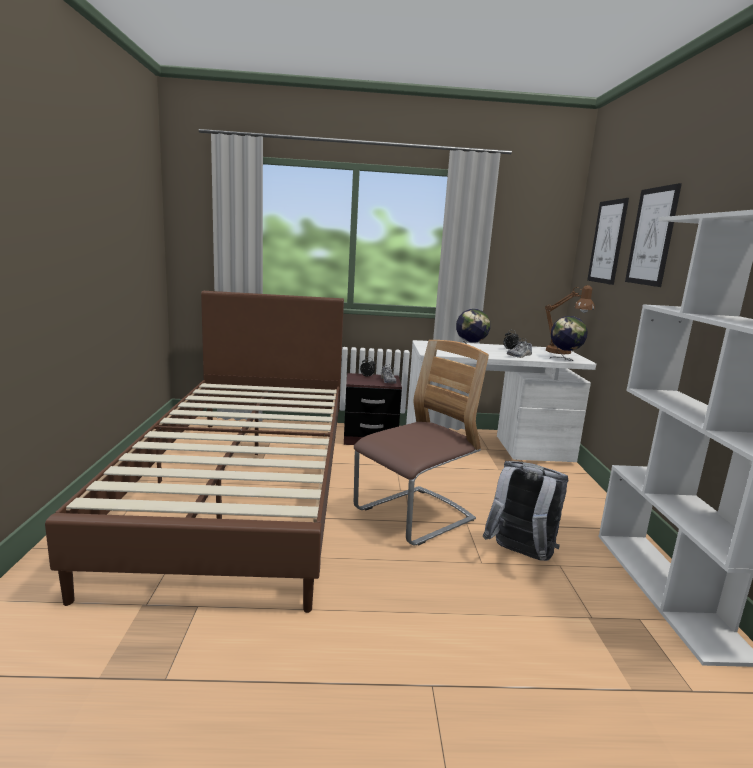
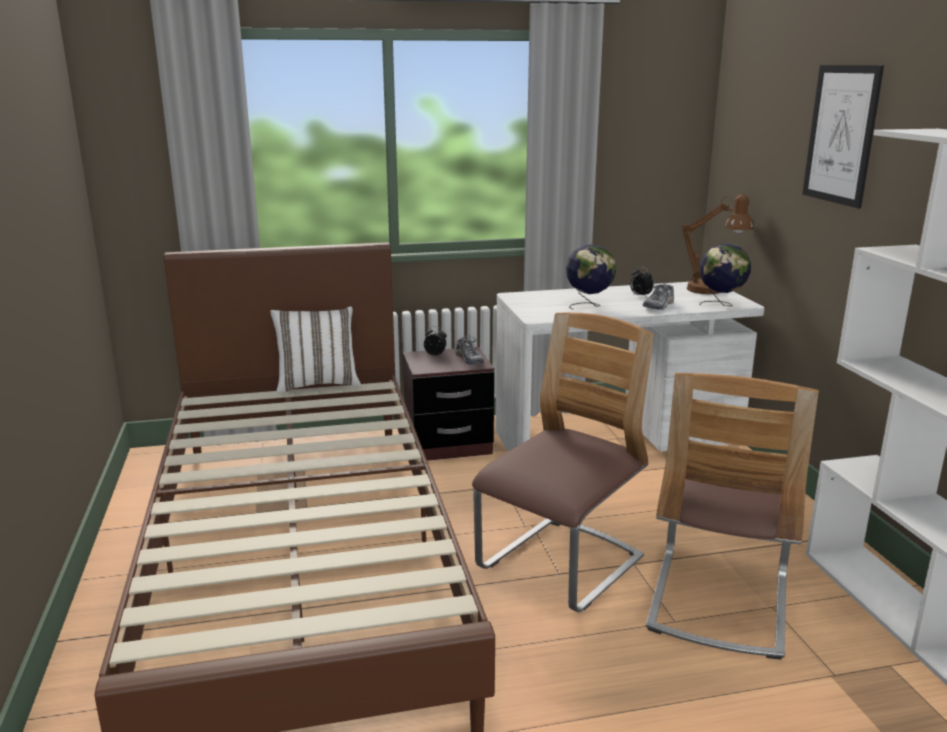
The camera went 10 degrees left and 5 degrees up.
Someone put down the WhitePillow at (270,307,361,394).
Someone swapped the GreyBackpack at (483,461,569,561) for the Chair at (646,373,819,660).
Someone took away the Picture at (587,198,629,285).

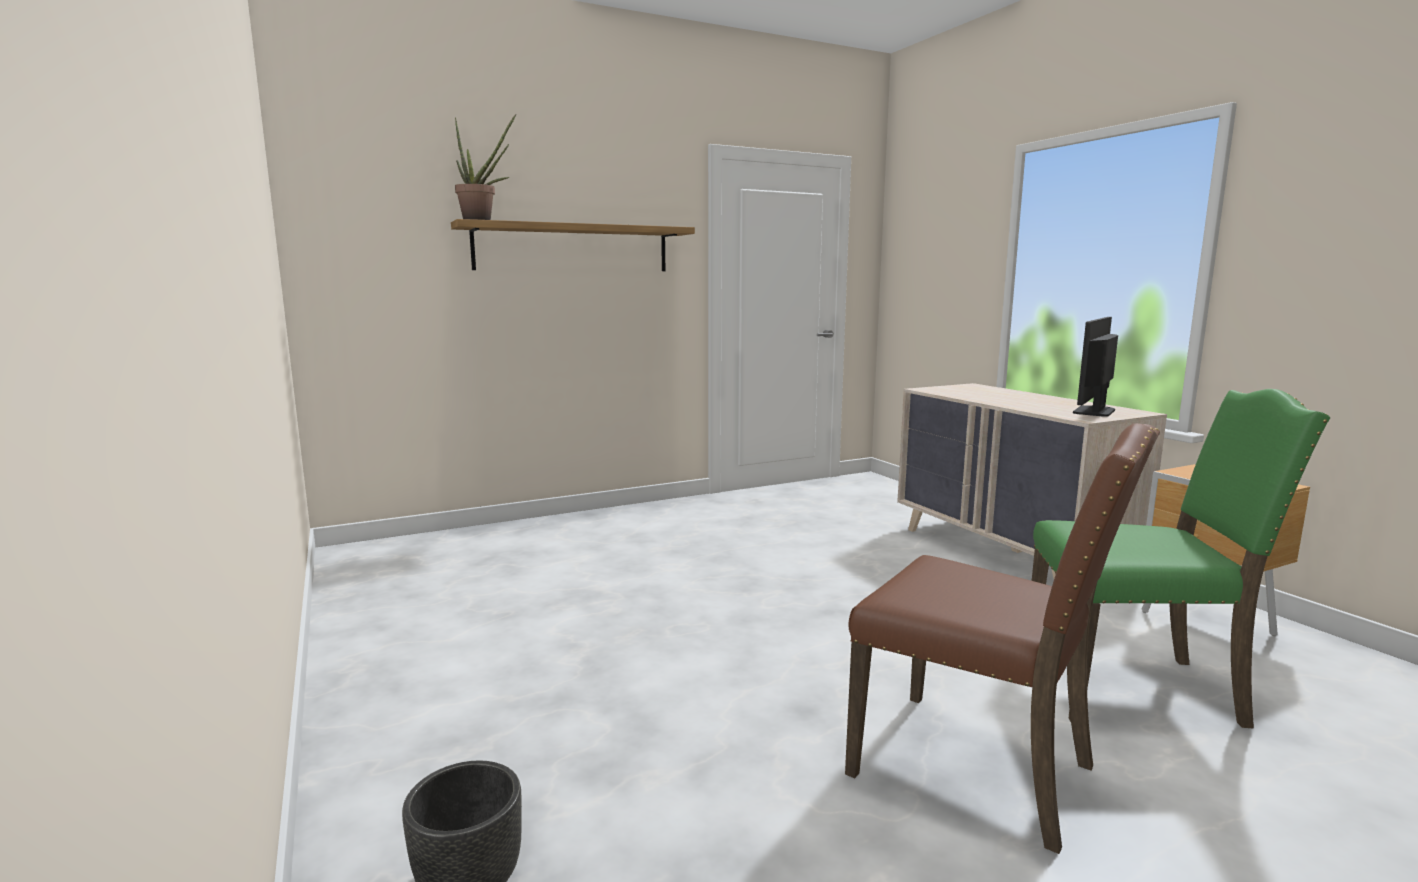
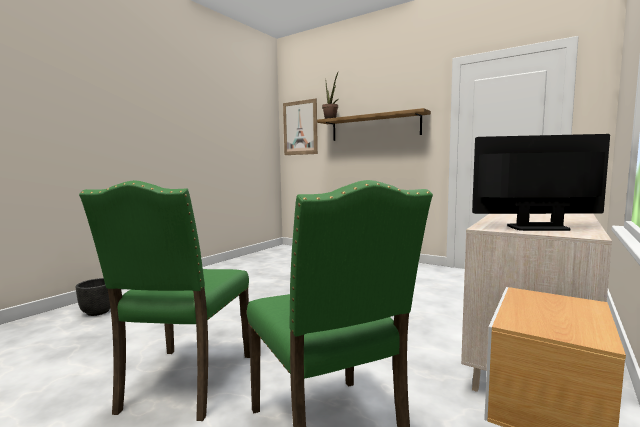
The camera went 60 degrees right and 5 degrees down.
Someone repainted the BrownChair at (845,423,1160,854), which became the GreenChair at (79,180,250,421).
Someone put up the Picture at (283,99,318,155).

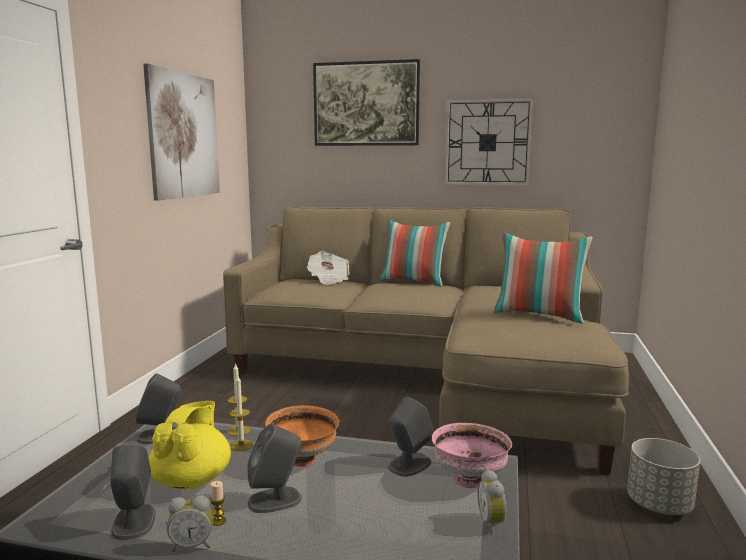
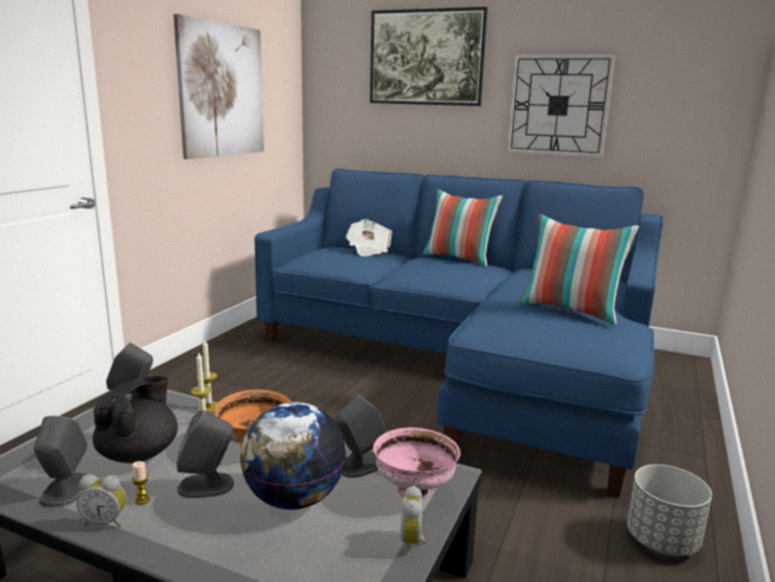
The camera went 10 degrees right and 5 degrees up.
Someone repainted the YellowTeapot at (149,401,231,489), which became the BlackTeapot at (93,376,178,463).
Someone put down the Globe at (240,402,346,510).
Someone repainted the BeigeSofa at (223,206,629,475), which became the BlueSofa at (255,168,663,498).

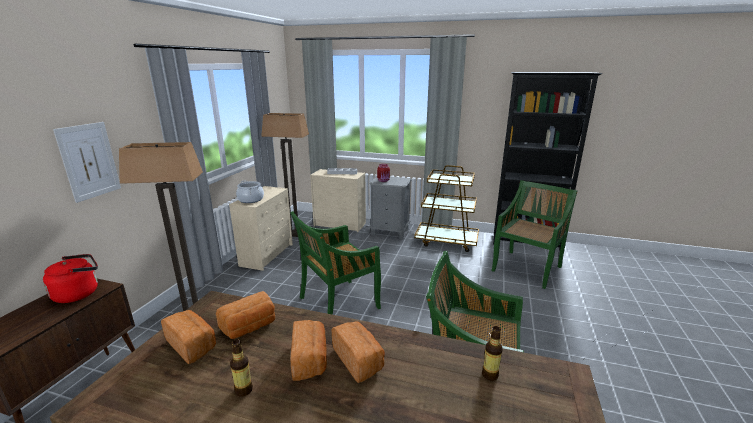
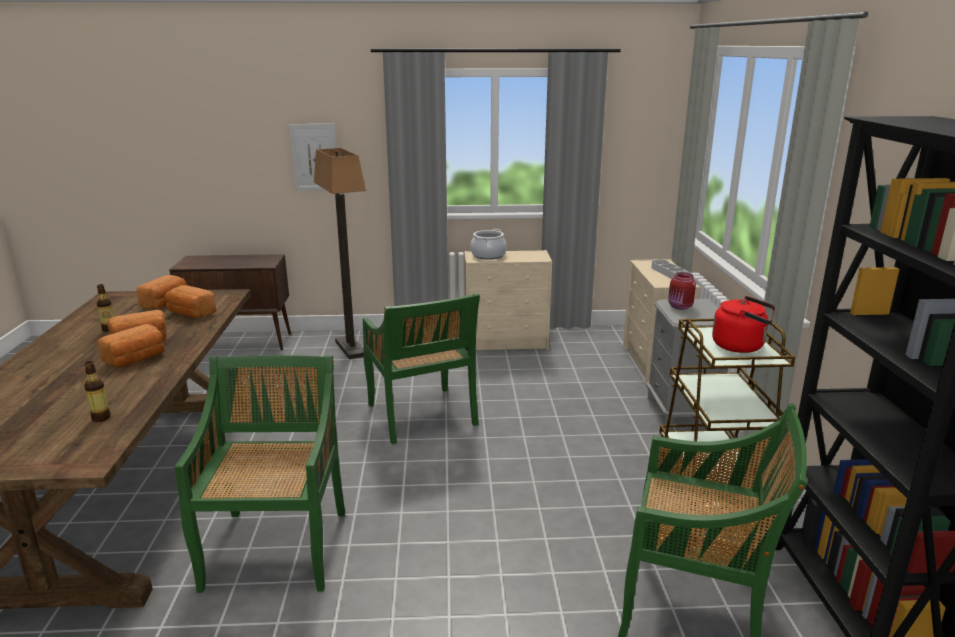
The camera went 70 degrees right and 0 degrees up.
Someone rotated the GreenChair at (290,211,381,315) by 150 degrees counterclockwise.
Someone carried the RedKettle from (43,254,98,303) to (712,296,775,353).
Someone took away the FloorLamp at (261,113,309,237).

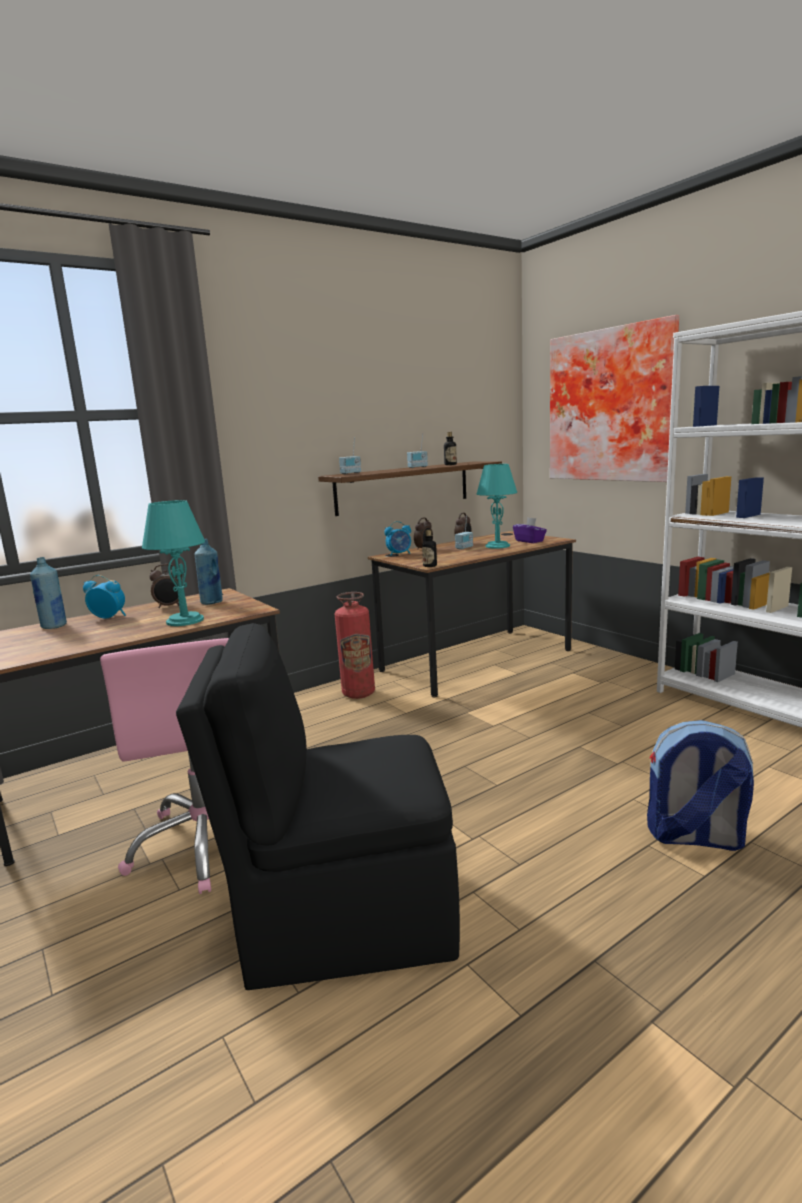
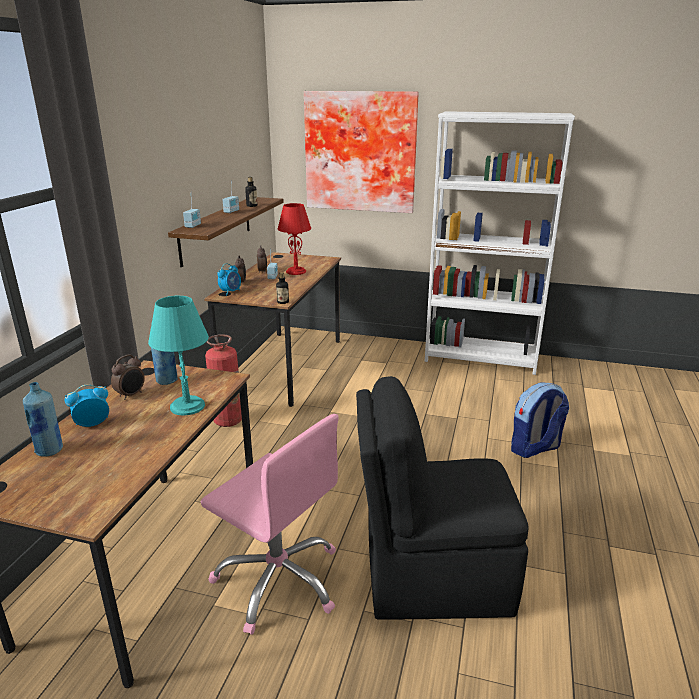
The camera went 40 degrees left and 10 degrees up.
Someone repainted the TurquoiseTableLamp at (477,464,517,548), which became the RedTableLamp at (278,203,311,275).
Someone rotated the BlackChair at (176,623,460,990) by 45 degrees clockwise.
Someone took away the PurpleTissueBox at (513,518,547,543).

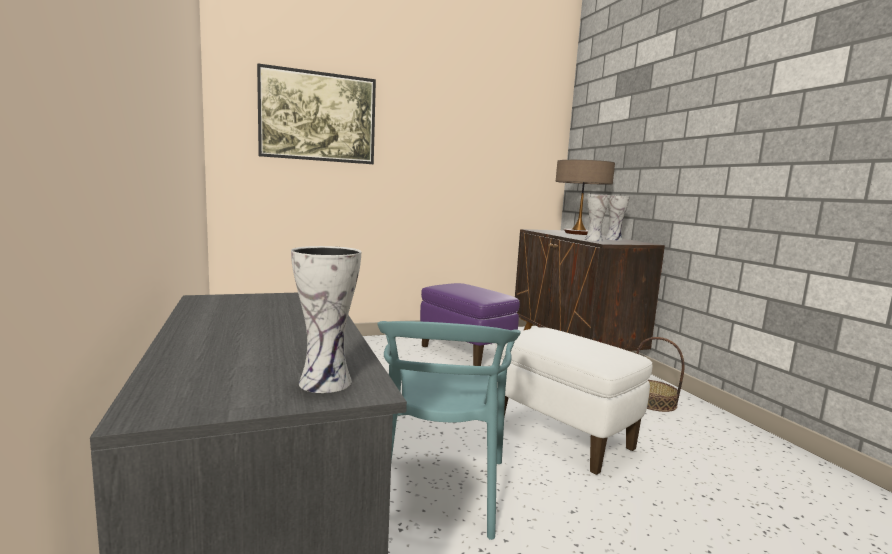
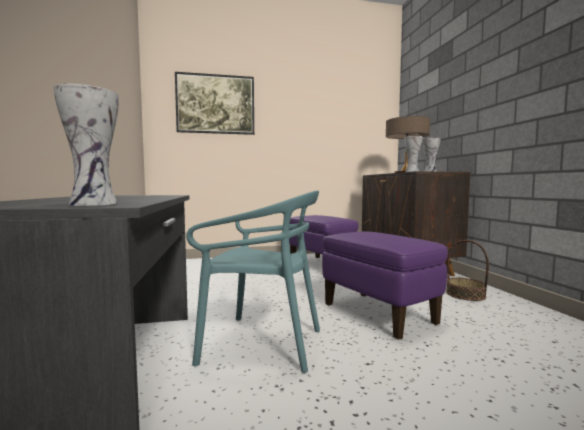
The camera went 10 degrees right and 5 degrees down.
Someone rotated the TurquoiseChair at (377,321,521,540) by 90 degrees counterclockwise.
Someone repainted the WhiteOttoman at (495,327,653,475), which became the PurpleOttoman at (322,231,448,340).

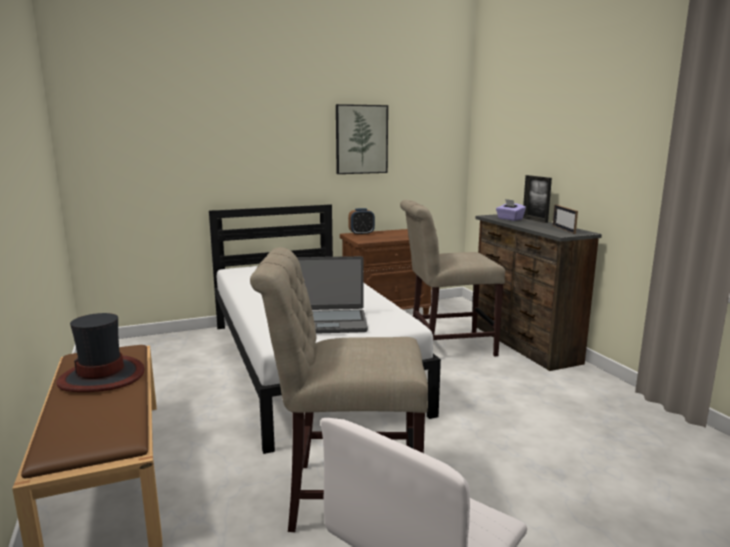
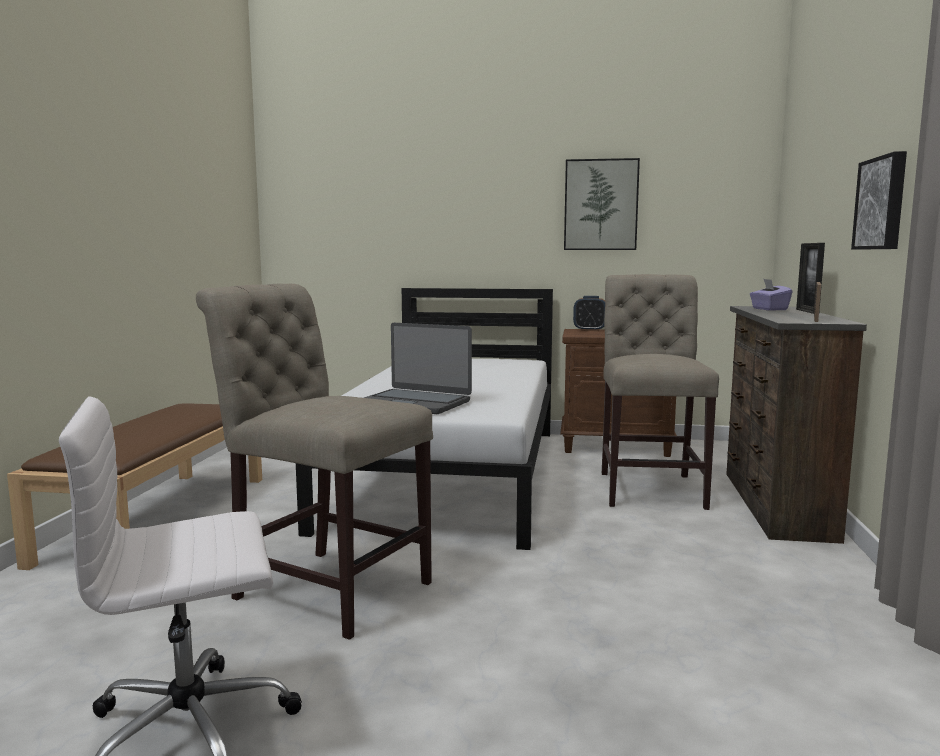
The camera went 30 degrees right and 5 degrees down.
Someone rotated the BeigeChair at (400,200,505,356) by 75 degrees clockwise.
Someone put up the Picture at (851,151,907,249).
Someone took away the Hat at (56,313,145,392).

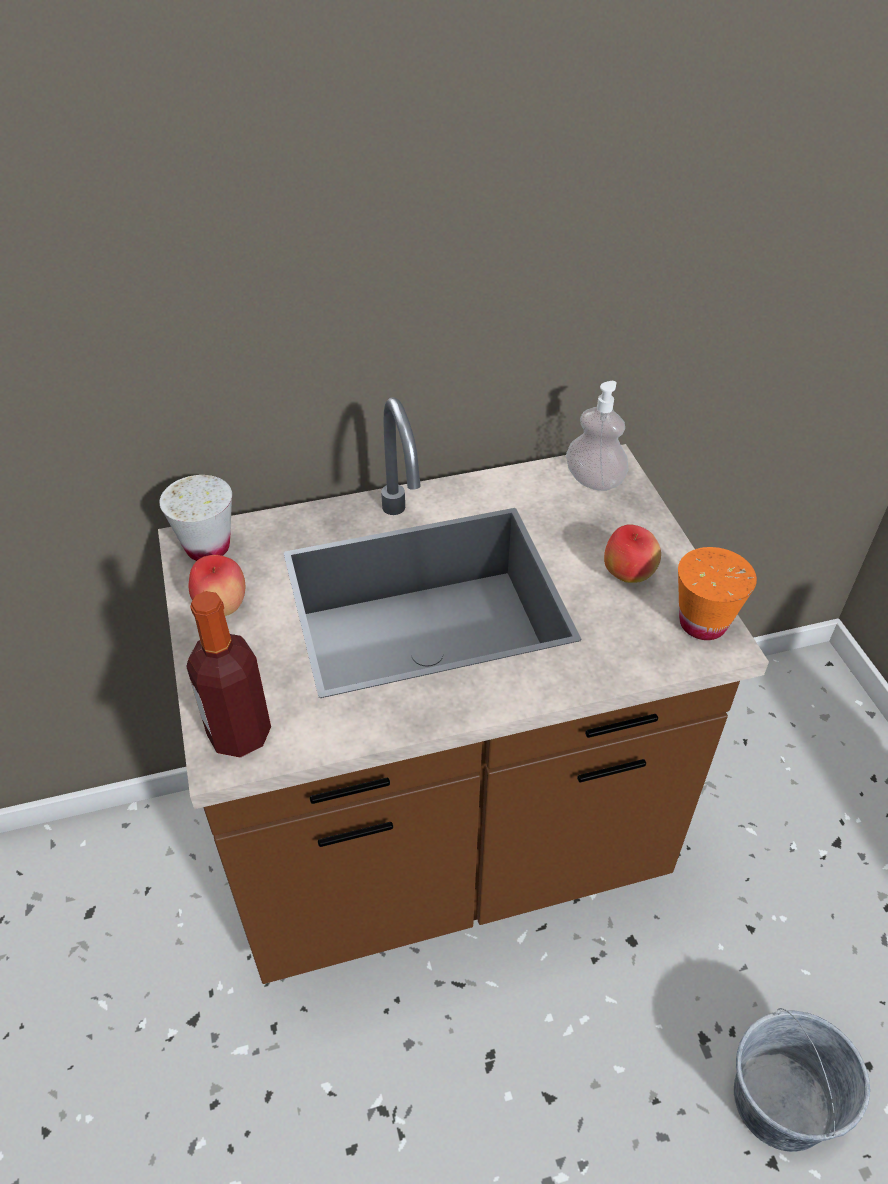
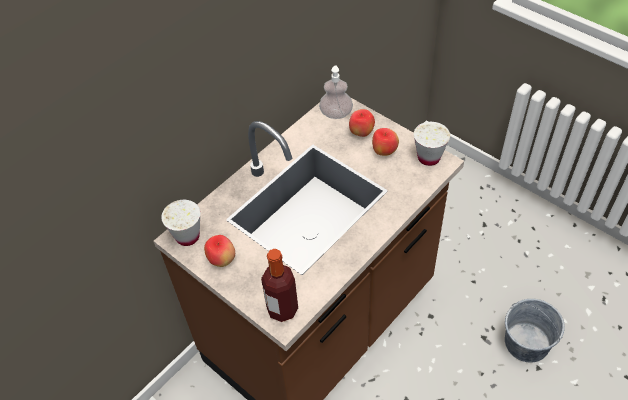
The camera went 30 degrees left and 5 degrees up.
Someone put down the Apple at (349,109,375,137).
Someone repainted the OrangeCup at (678,547,757,640), which became the WhiteCup at (414,122,450,166).

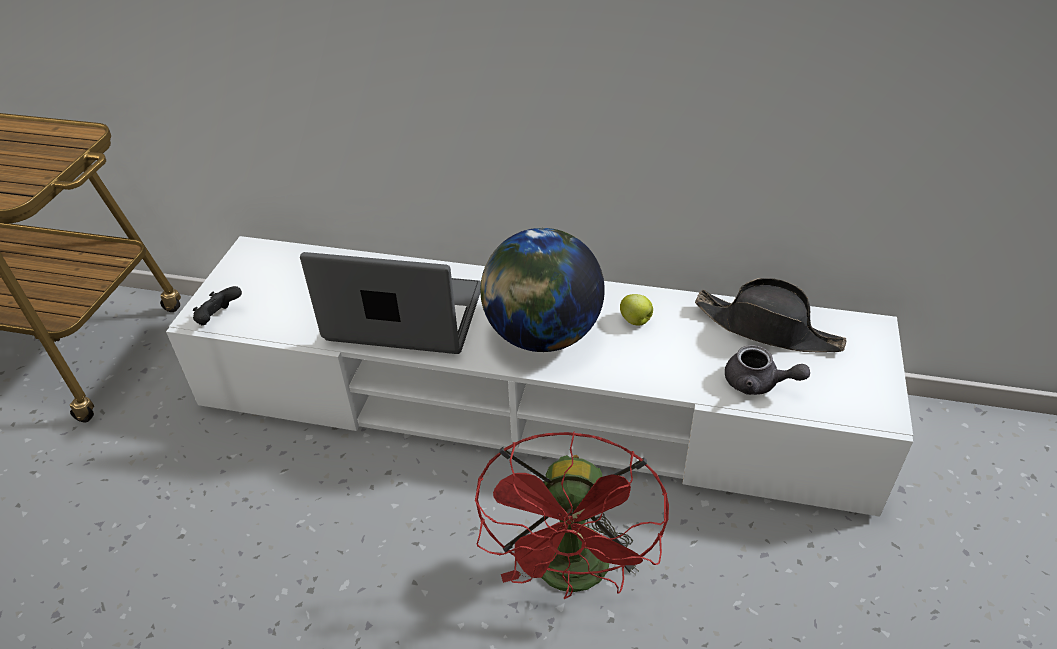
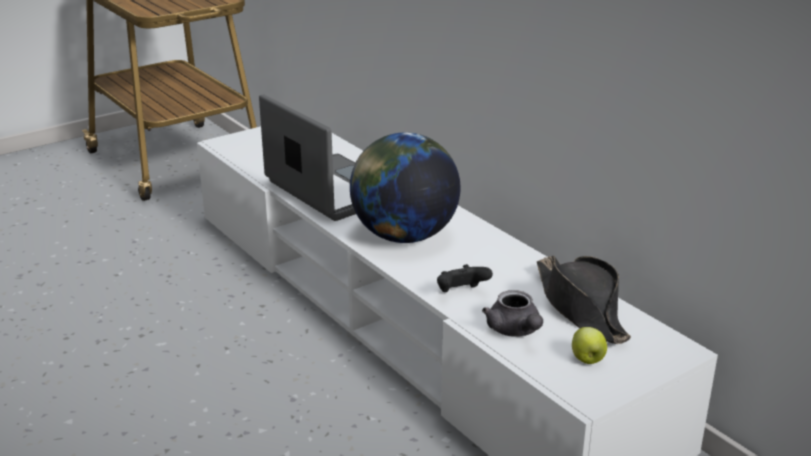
The camera went 40 degrees right and 15 degrees down.
Someone carried the BlackGameController from (192,286,242,325) to (437,264,493,292).
Someone carried the Apple from (620,294,653,325) to (572,327,607,364).
Someone took away the RedFan at (475,431,669,599).

